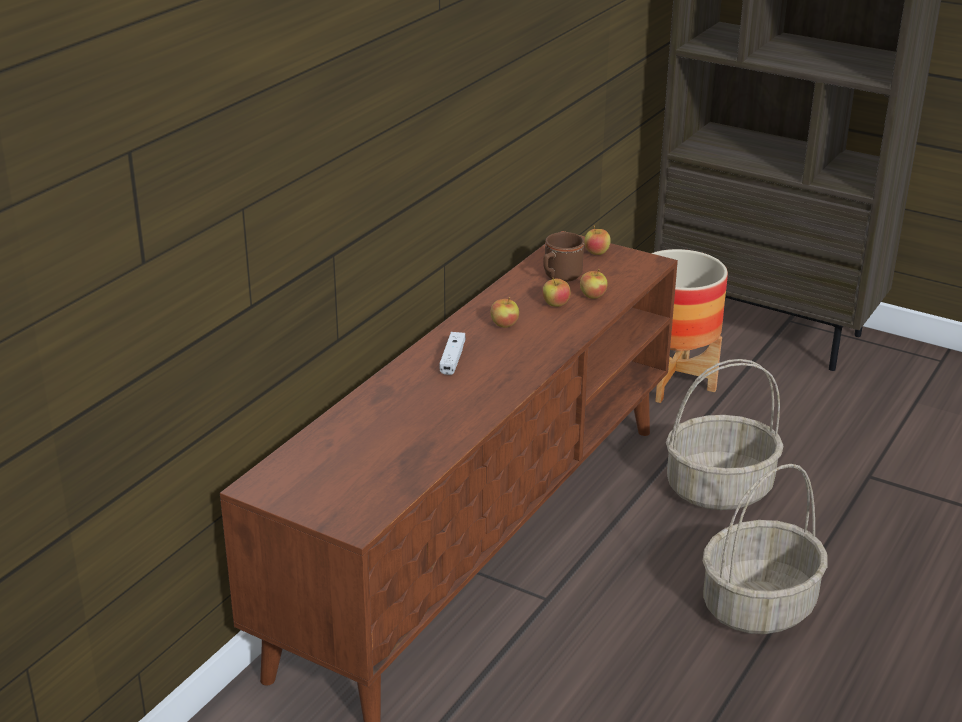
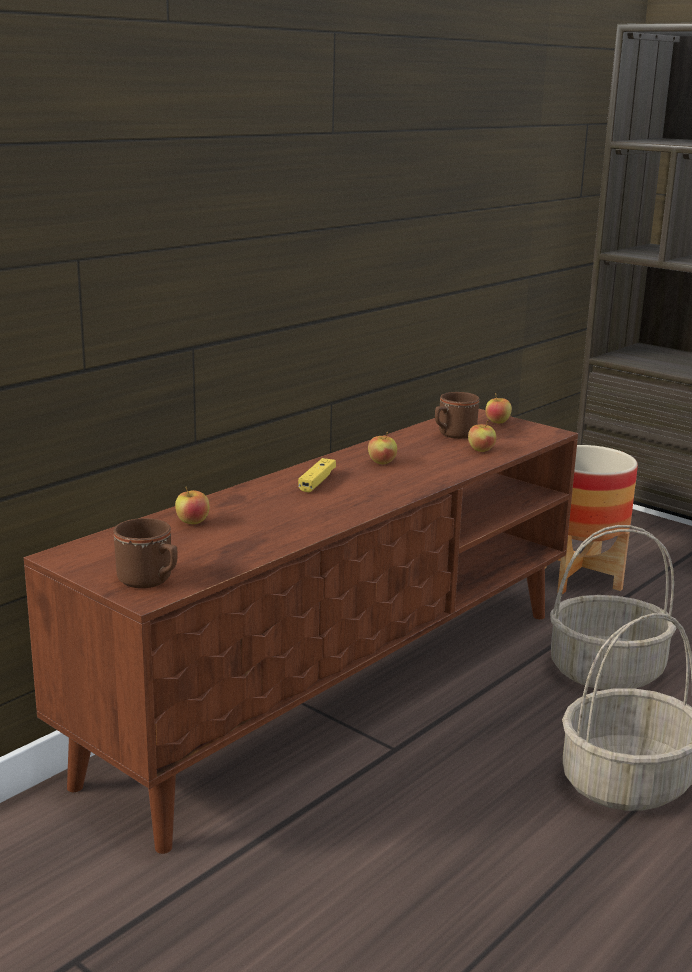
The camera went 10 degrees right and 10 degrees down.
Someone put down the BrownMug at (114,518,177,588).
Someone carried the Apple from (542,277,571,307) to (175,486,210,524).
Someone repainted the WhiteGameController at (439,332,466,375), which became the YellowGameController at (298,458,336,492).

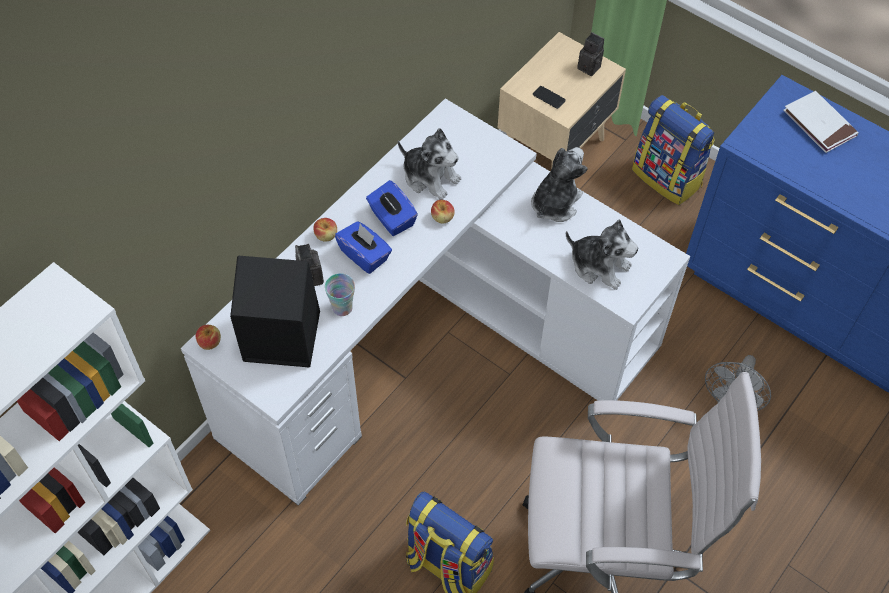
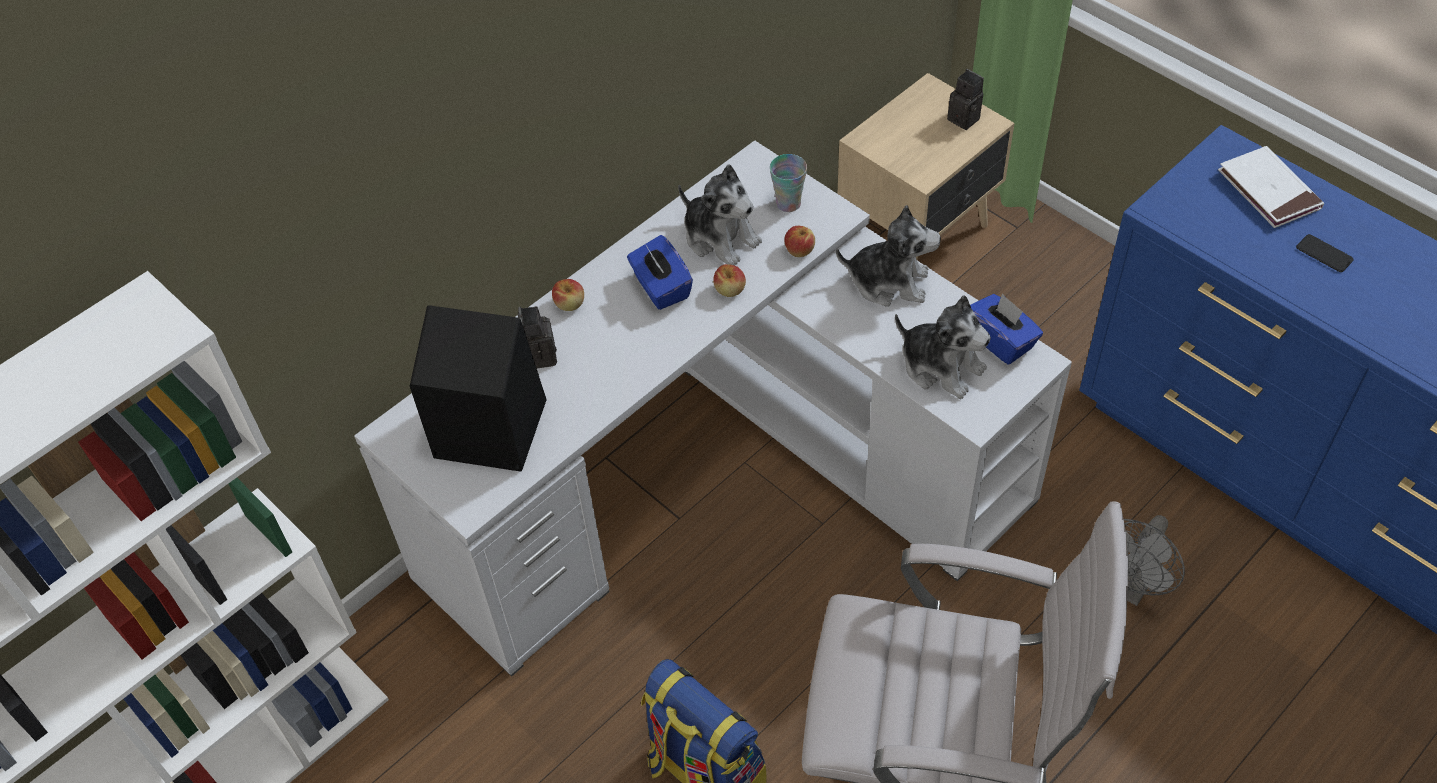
The camera went 10 degrees right and 5 degrees down.
Someone carried the Cup from (325,274,355,316) to (770,154,807,212).
Someone carried the Apple from (196,325,221,350) to (784,226,815,257).
Someone rotated the PlushToy at (531,147,588,222) by 60 degrees clockwise.
Someone carried the BlueTissueBox from (335,221,392,274) to (970,293,1043,365).
Someone carried the Phone from (533,86,566,109) to (1296,234,1354,272).
Someone took away the Backpack at (632,95,715,205).

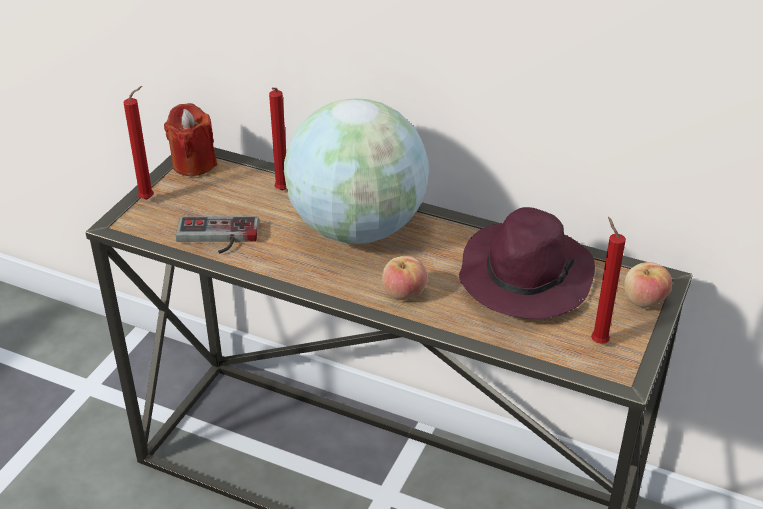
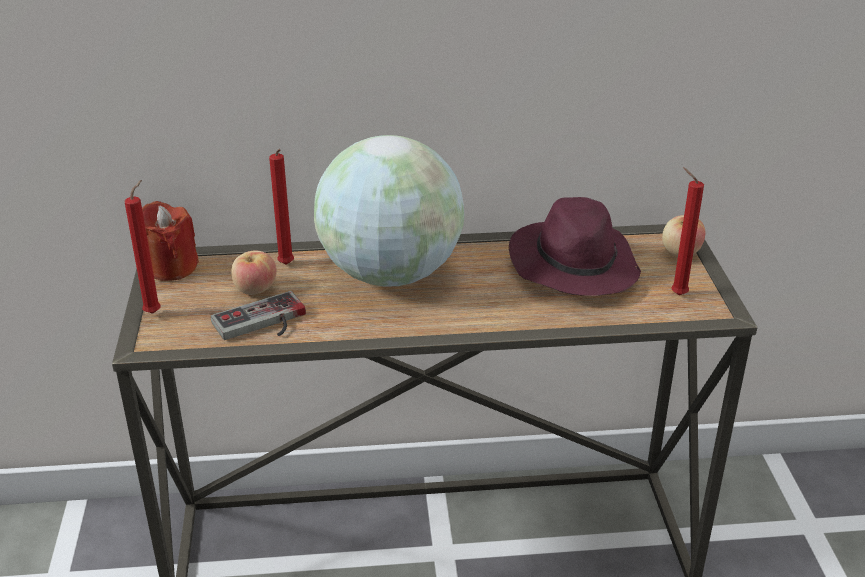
The camera went 30 degrees left and 5 degrees down.
Someone carried the Apple from (382,256,427,300) to (231,250,277,295).

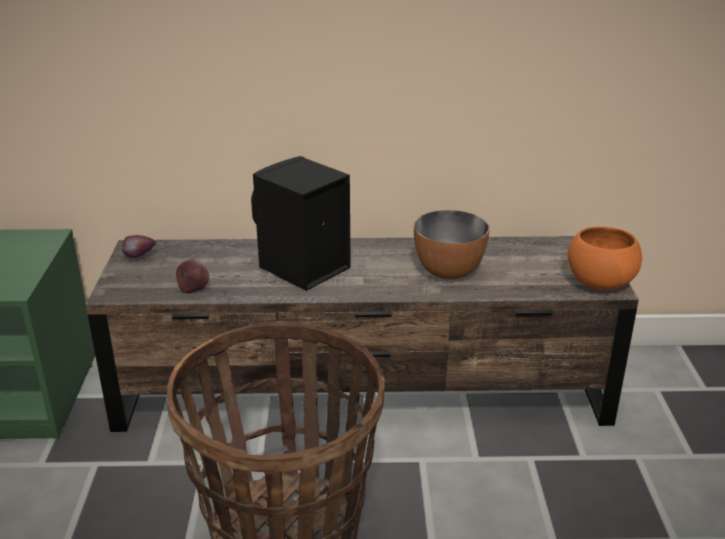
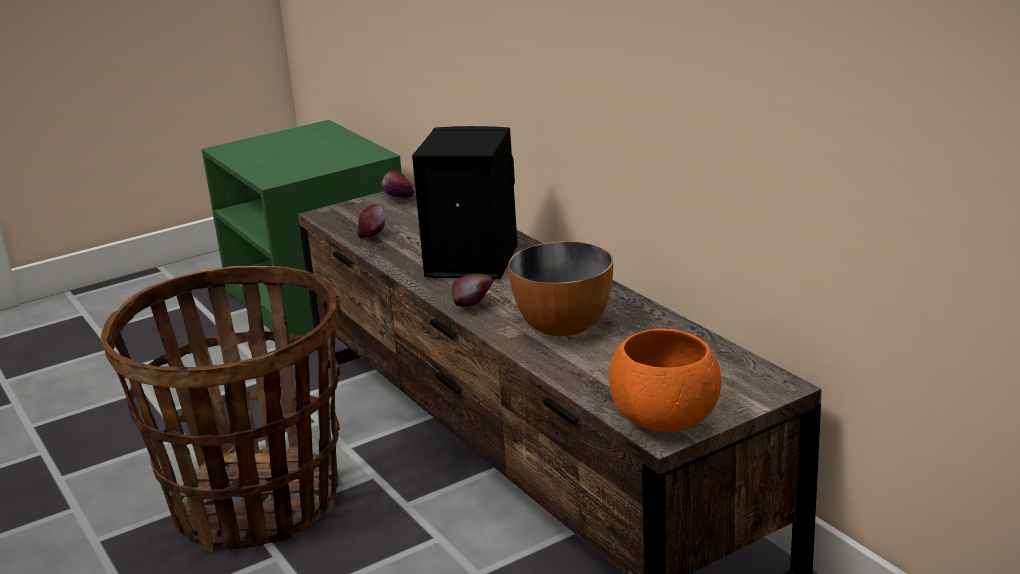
The camera went 60 degrees right and 5 degrees down.
Someone put down the Apple at (452,274,494,307).

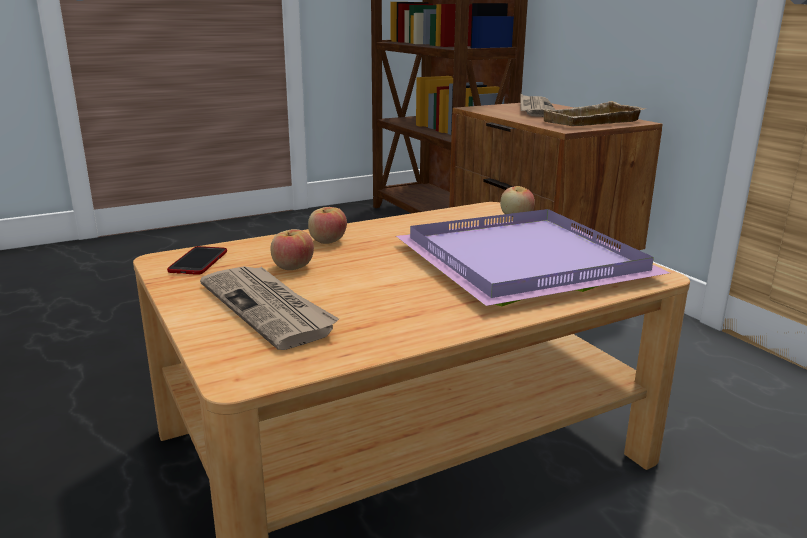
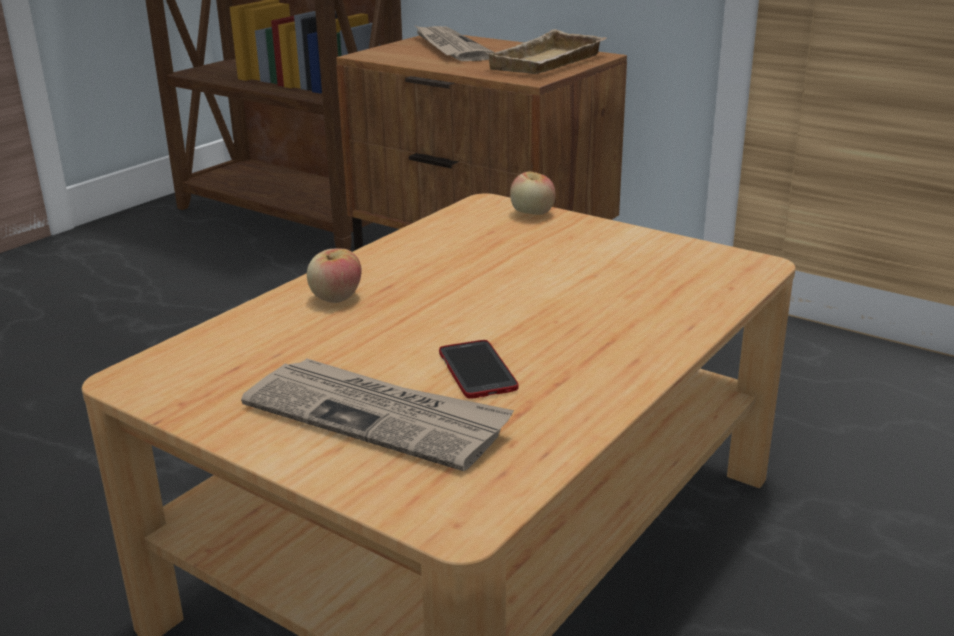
The camera went 25 degrees left and 5 degrees up.
Someone carried the Phone from (167,246,227,275) to (439,340,518,399).
Someone took away the Apple at (270,229,314,270).
Someone took away the PurpleTray at (396,209,670,306).

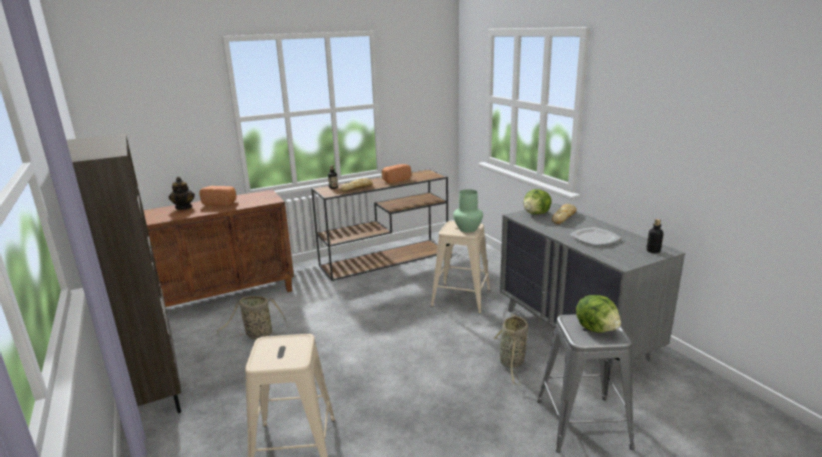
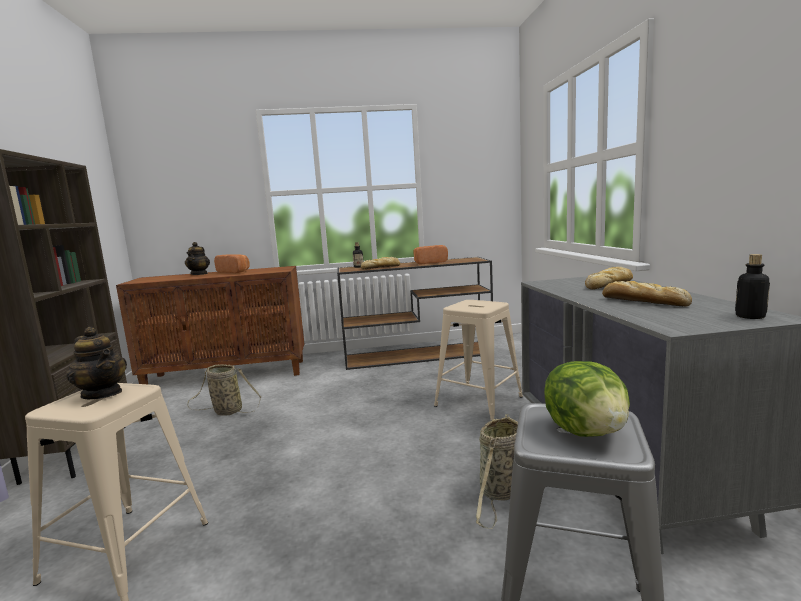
The camera went 20 degrees right and 10 degrees down.
Someone put down the Teapot at (66,327,127,399).
Someone swapped the Plate at (570,227,621,245) for the Bread at (602,281,692,307).
Someone took away the GreenVase at (453,189,483,233).
Someone took away the Lettuce at (524,189,552,215).

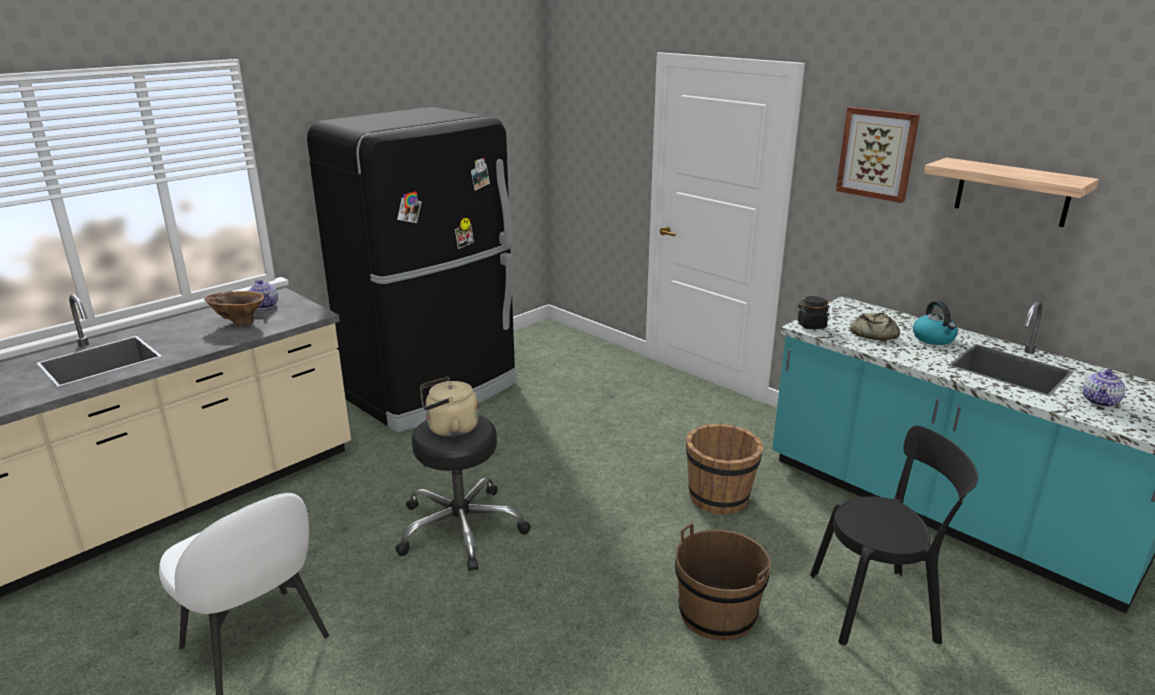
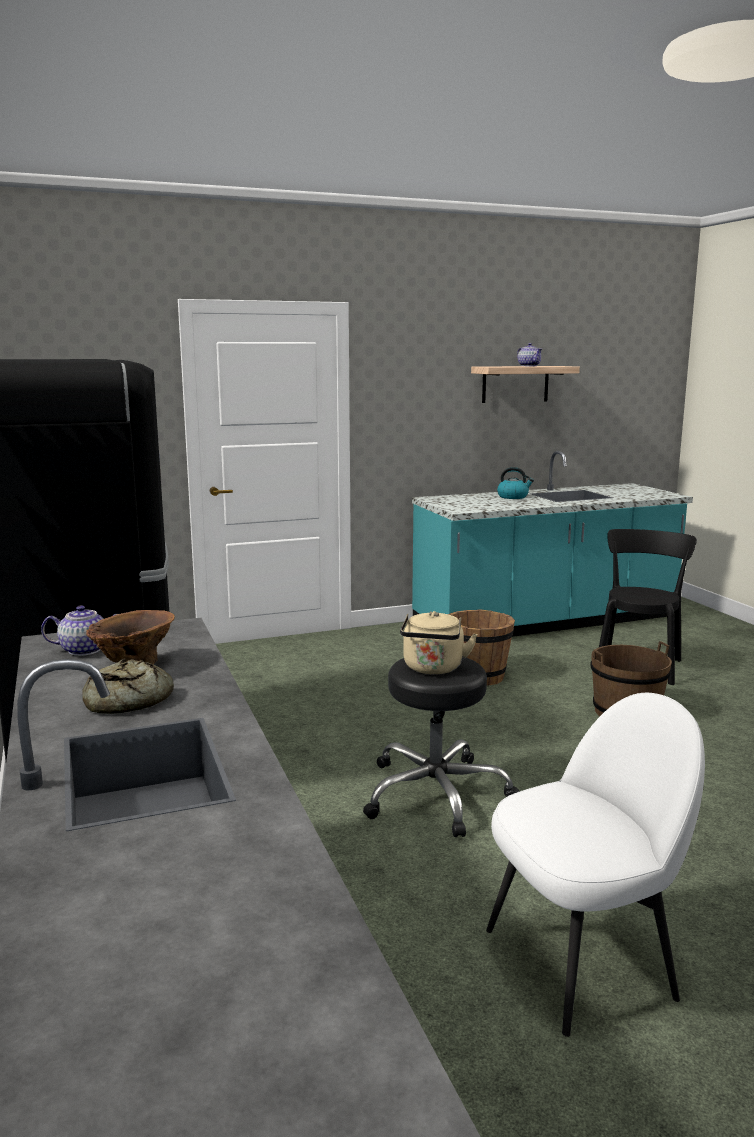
The camera went 65 degrees left and 10 degrees down.
Someone carried the Bread from (850,313,900,340) to (82,659,174,714).
Someone carried the Teapot from (1083,368,1125,407) to (517,343,542,366).
Someone took away the BlackJar at (798,296,830,329).
Someone took away the Picture at (836,107,920,203).

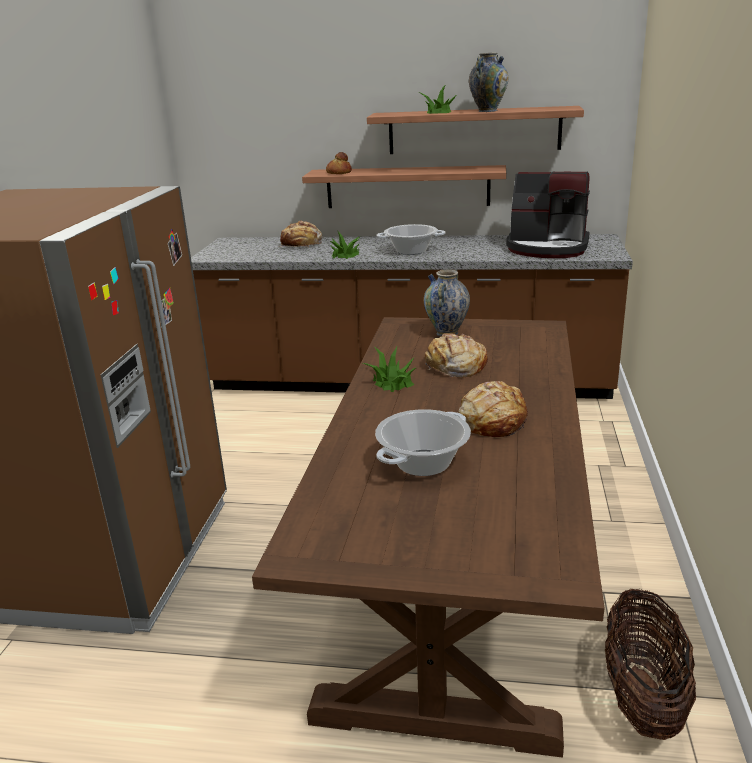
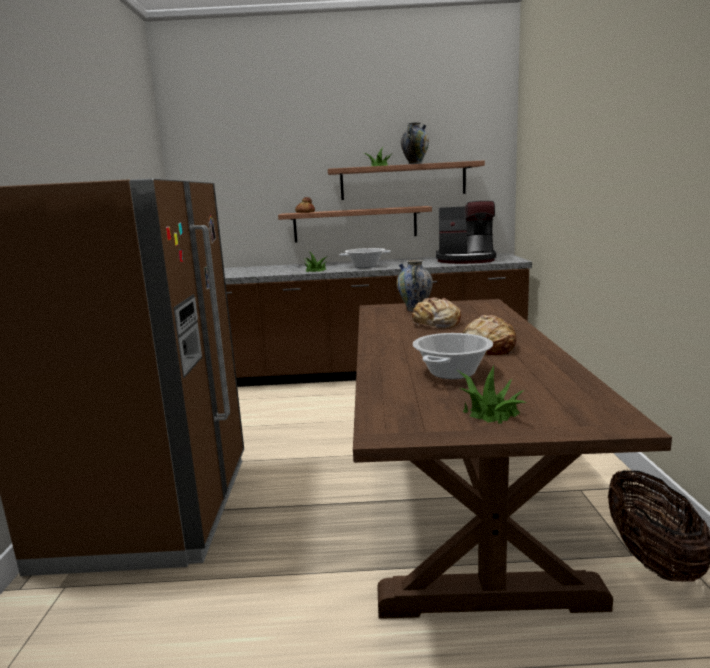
The camera went 10 degrees left and 10 degrees down.
Someone carried the PottedPlant from (363,346,416,392) to (457,365,526,424).
Someone took away the Bread at (278,221,323,247).

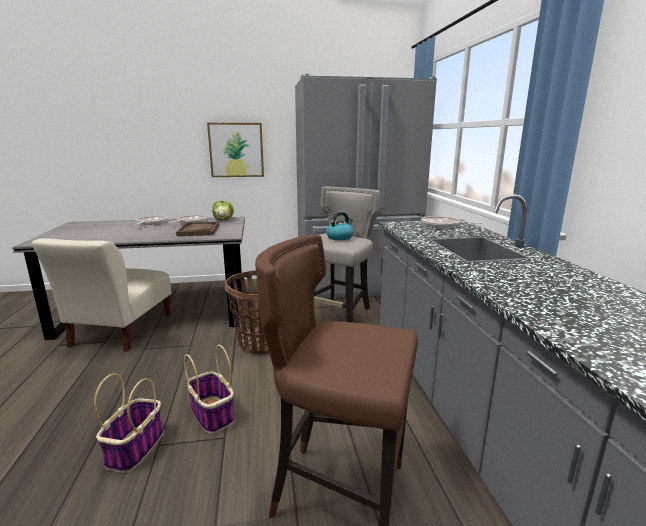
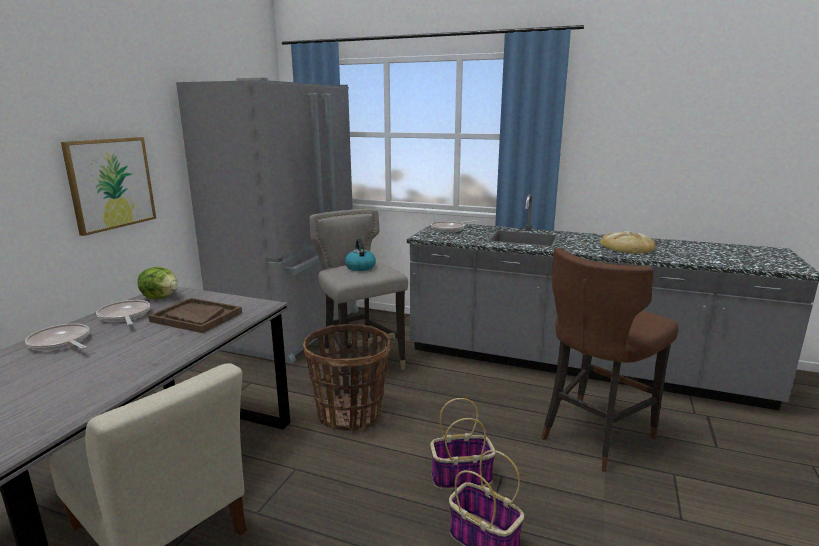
The camera went 60 degrees left and 0 degrees up.
Someone put down the Bread at (600,231,655,253).

